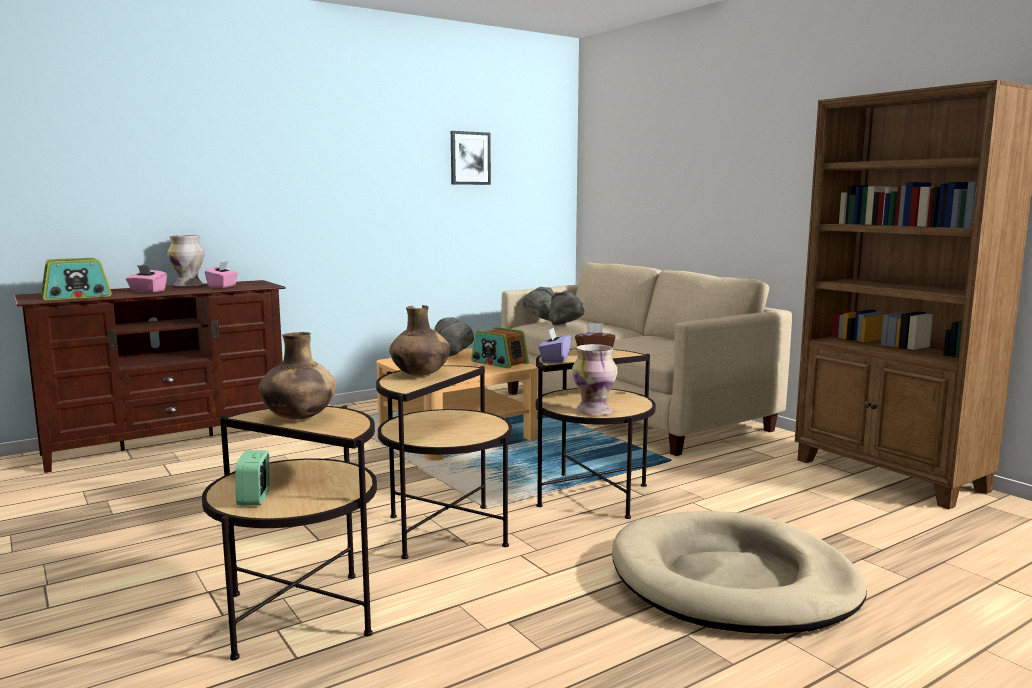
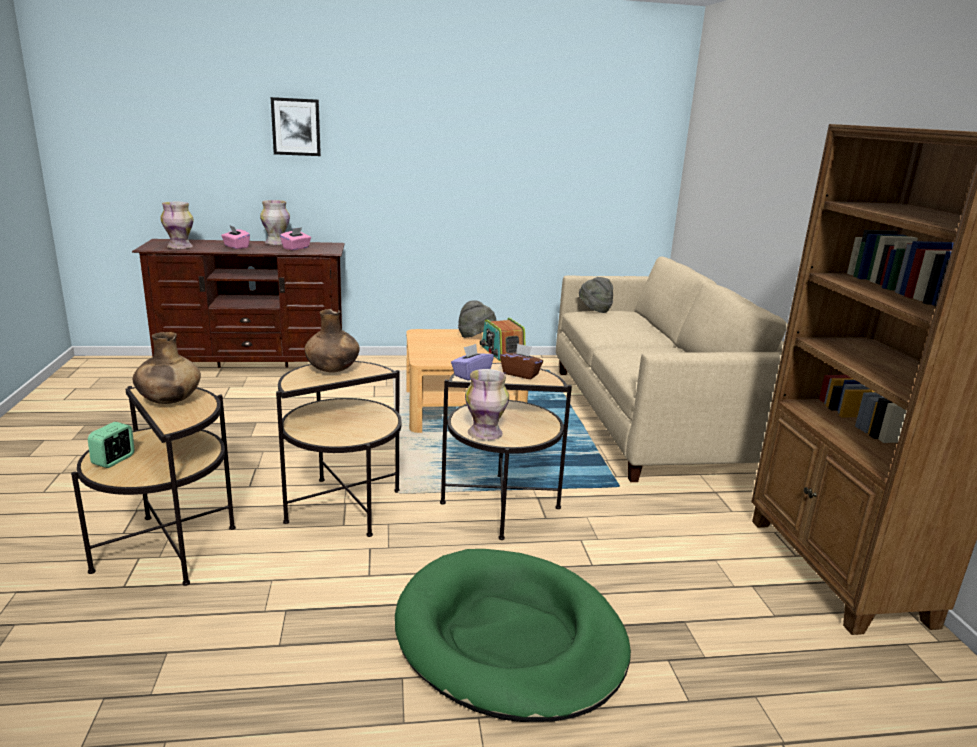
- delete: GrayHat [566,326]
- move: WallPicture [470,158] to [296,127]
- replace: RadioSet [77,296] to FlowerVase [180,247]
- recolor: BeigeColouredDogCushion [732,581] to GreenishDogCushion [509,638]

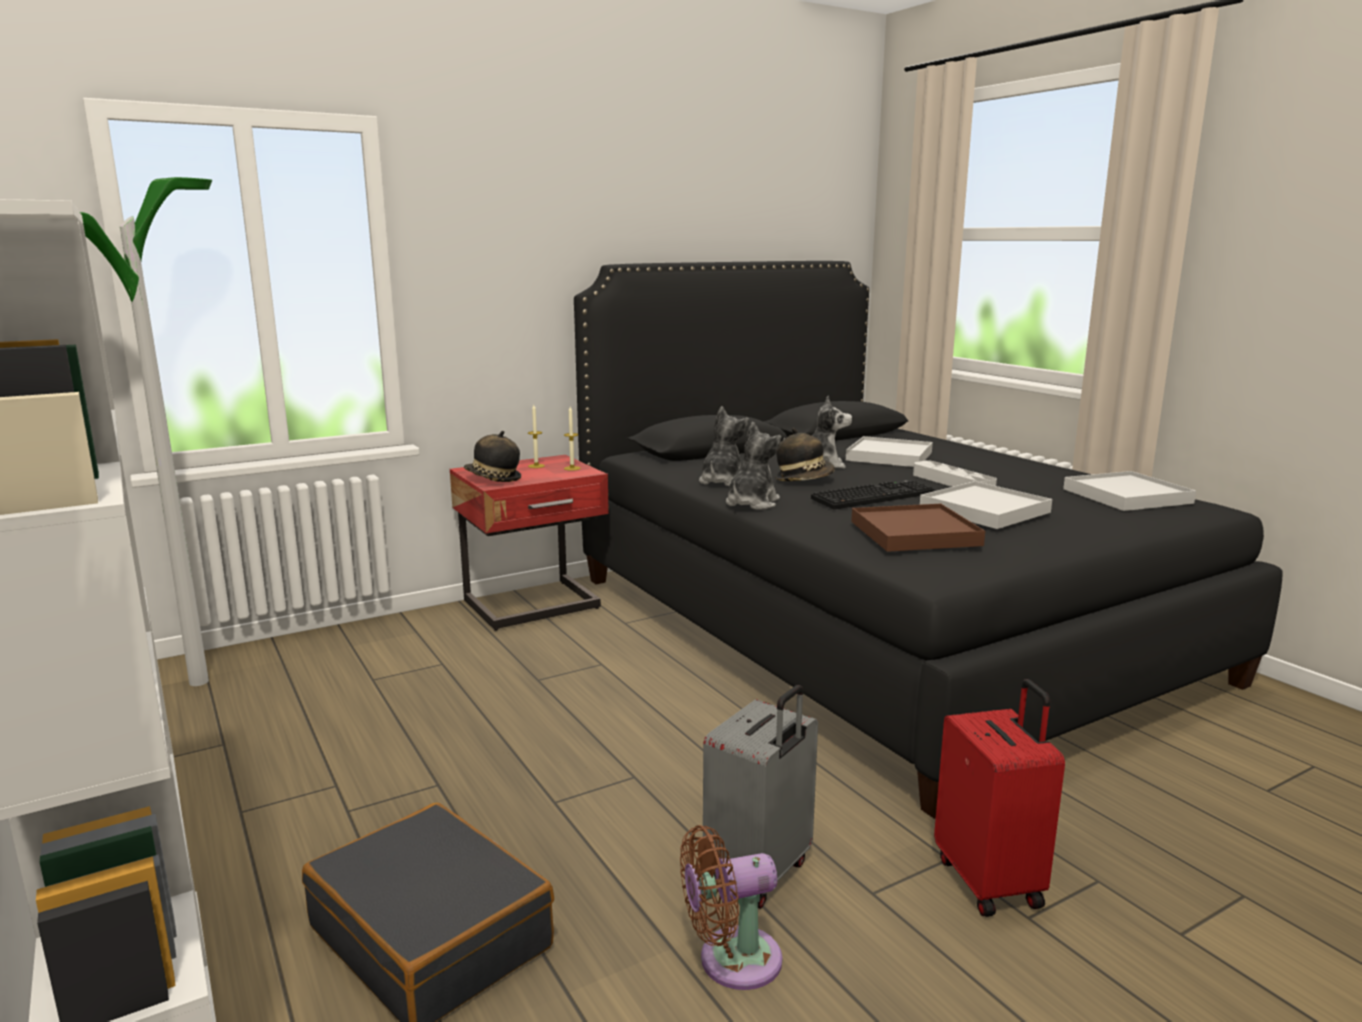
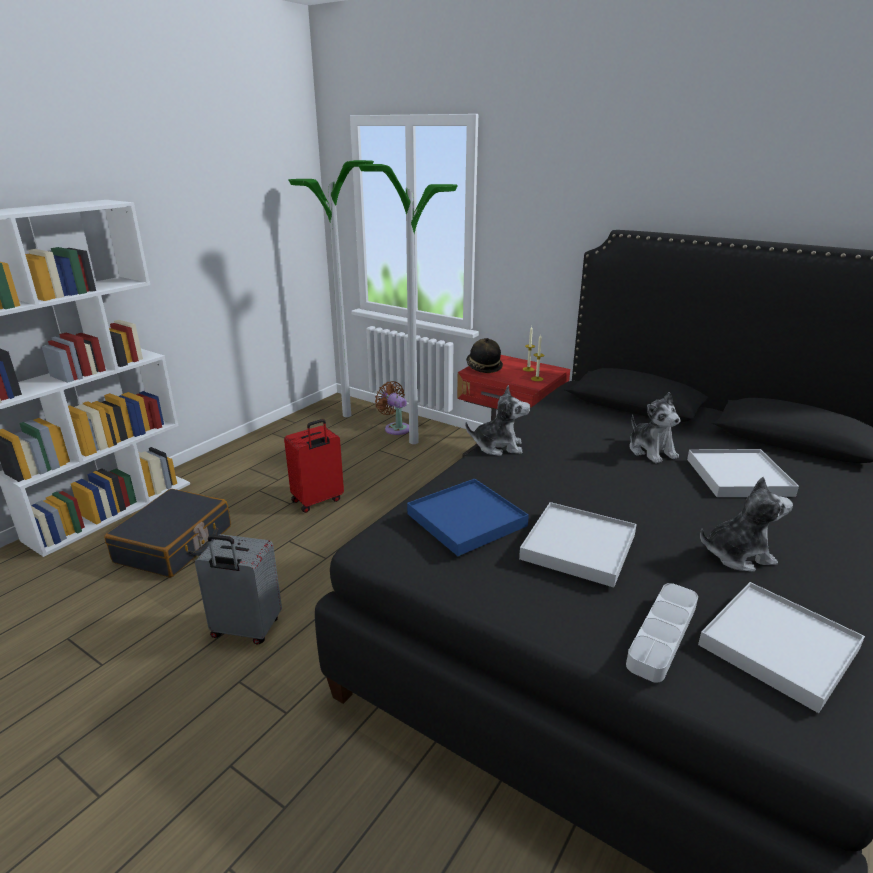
- delete: Hat [804,479]
- delete: PcKeyboard [872,496]
- insert: StandingLamp [413,442]
- move: BrownishFan [731,960] to [395,428]
- move: PlushToy [722,481] to [737,555]
- move: GrayServingTray [953,482] to [662,635]
- move: RedTravelCase [990,881] to [318,501]
- recolor: BrownishServingTray [915,533] to BlueServingTray [466,520]

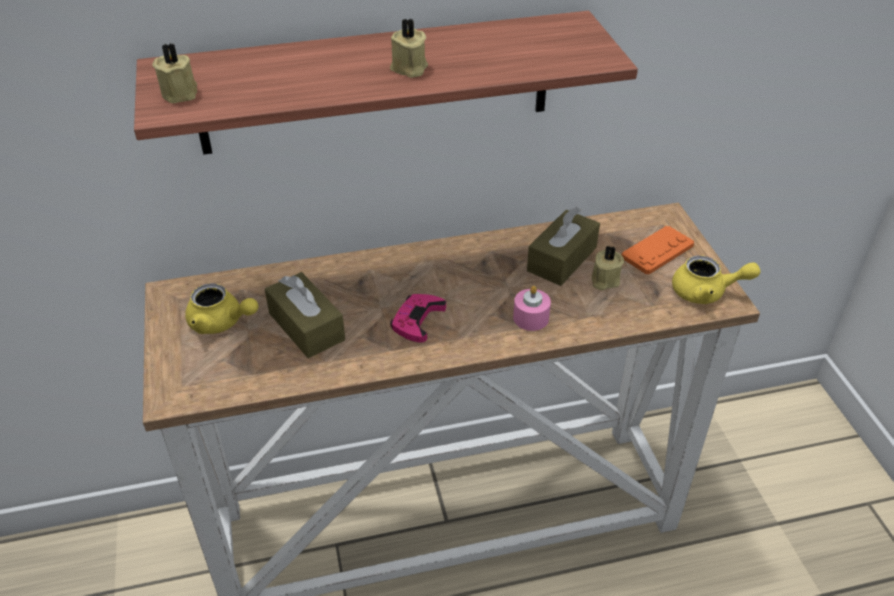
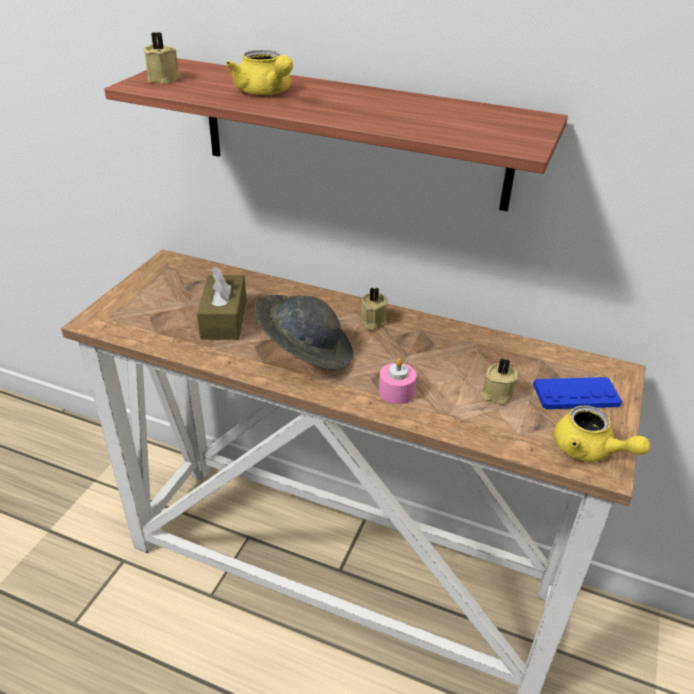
- delete: BrownishBoxOfTissues [562,259]
- move: YellowColouredTeapot [221,323] to [265,93]
- move: BeigeColouredWaxCandle [409,69] to [371,322]
- replace: PinkishGameController [417,320] to GrayHat [305,351]
- recolor: OrangeyGameController [657,251] to BlueGameController [576,395]

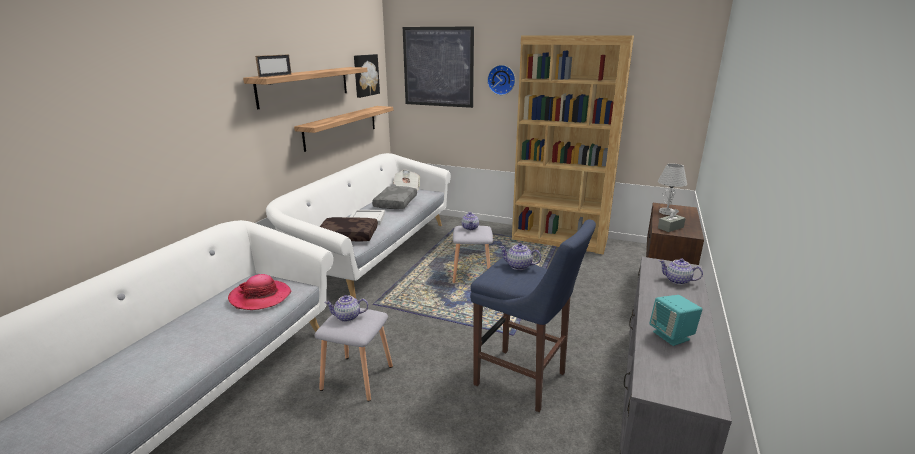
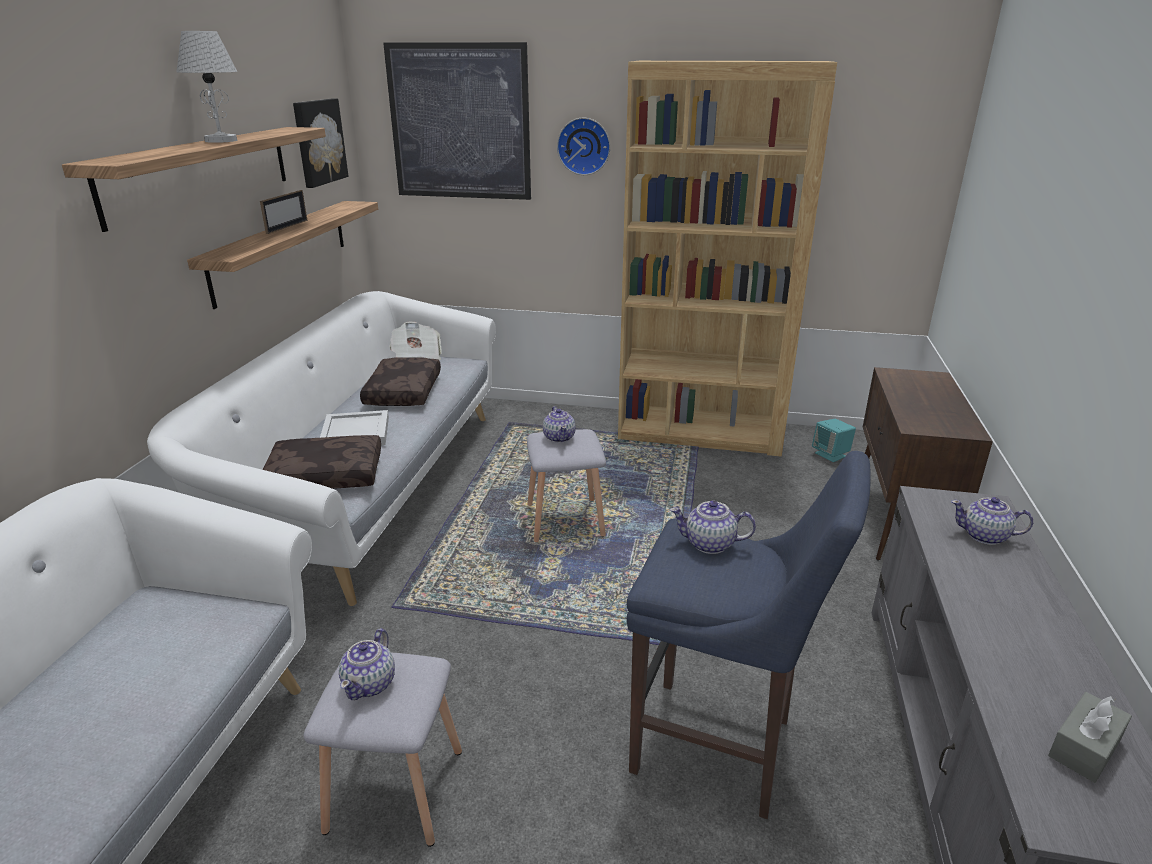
- delete: Hat [260,297]
- move: PhotoFrame [275,75] to [287,227]
- move: TurquoiseColouredSpeaker [672,336] to [831,455]
- move: WhiteColouredTableLamp [667,212] to [221,140]
- move: GrayBoxOfTissues [670,227] to [1084,747]
- recolor: GrayThrowPillow [395,203] to BrownishThrowPillow [402,392]
- rotate: Teapot [348,317] = [370,683] 60 degrees counterclockwise

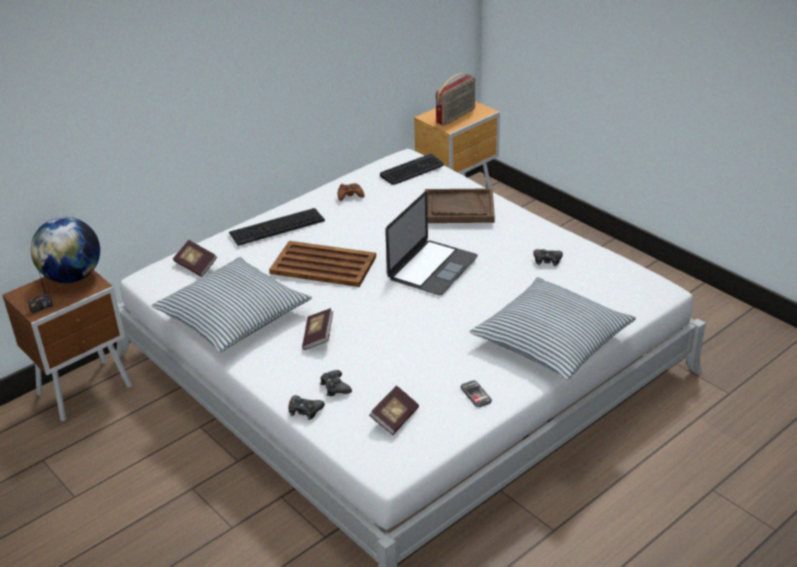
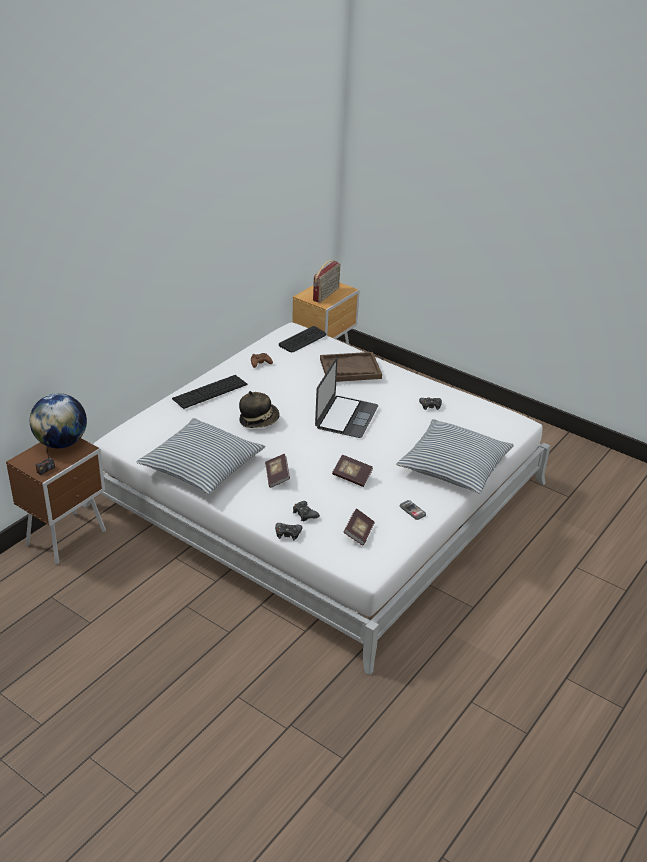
- move: BoundBook [196,266] to [352,477]
- replace: BrownishServingTray [322,265] to Hat [259,420]

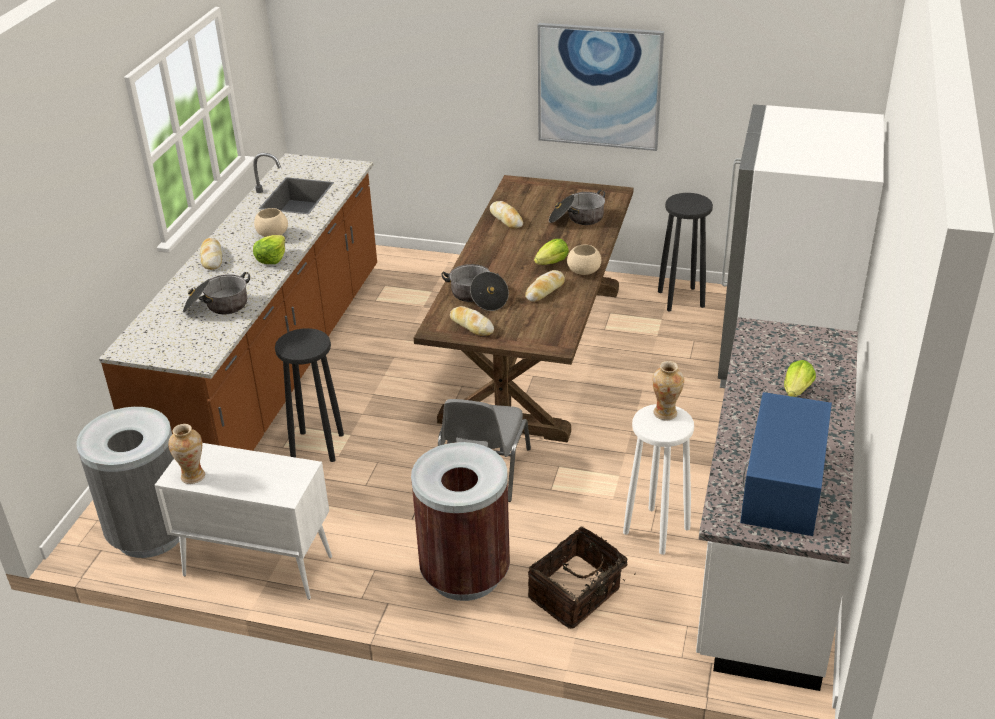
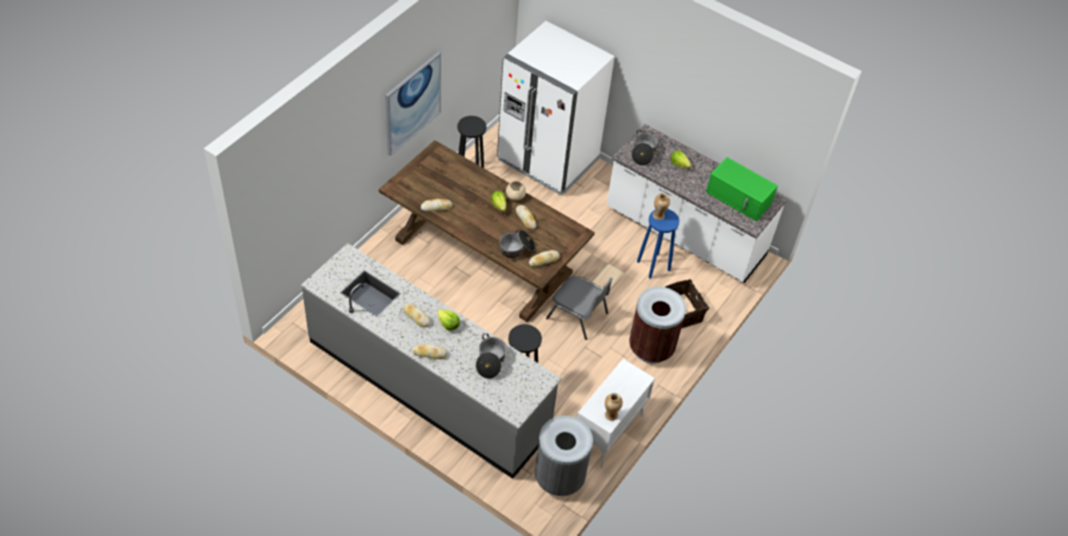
- move: Saucepot [577,218] to [643,153]
- replace: BeigeColouredDeepDish [272,234] to Bread [417,317]
- recolor: BrownishKitchenBaseUnit [273,368] to GrayKitchenBaseUnit [428,386]
- recolor: WhiteColouredSittingStool [656,531] to BlueSittingStool [653,266]
- recolor: BlueMicrowaveOven [783,486] to GreenishMicrowaveOven [739,198]

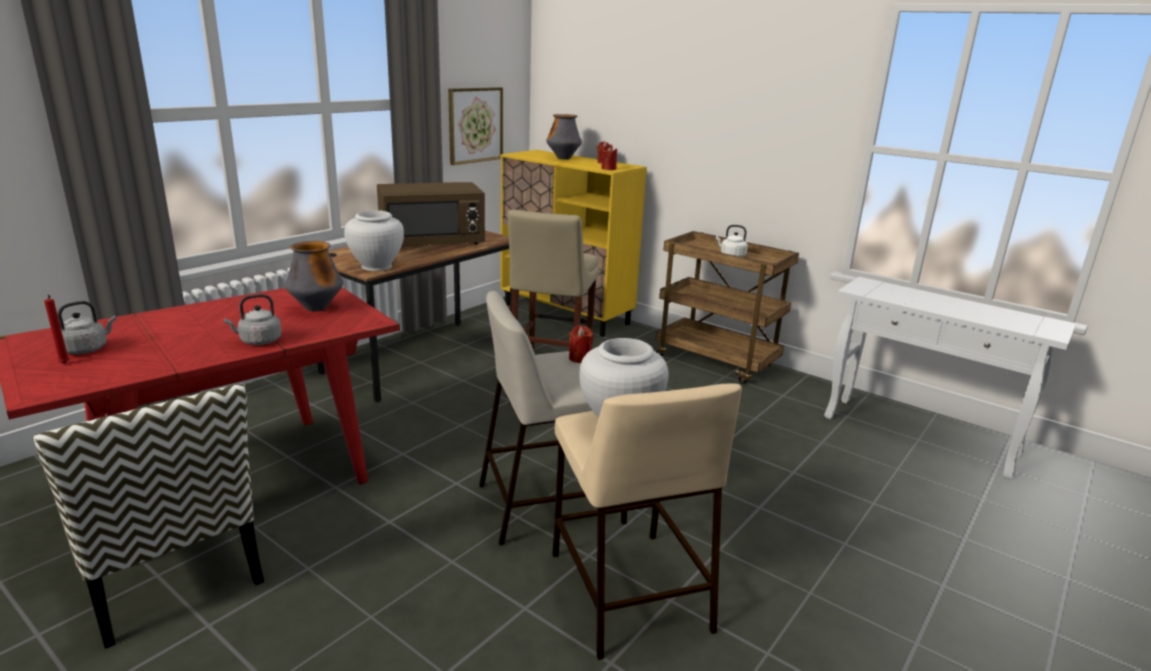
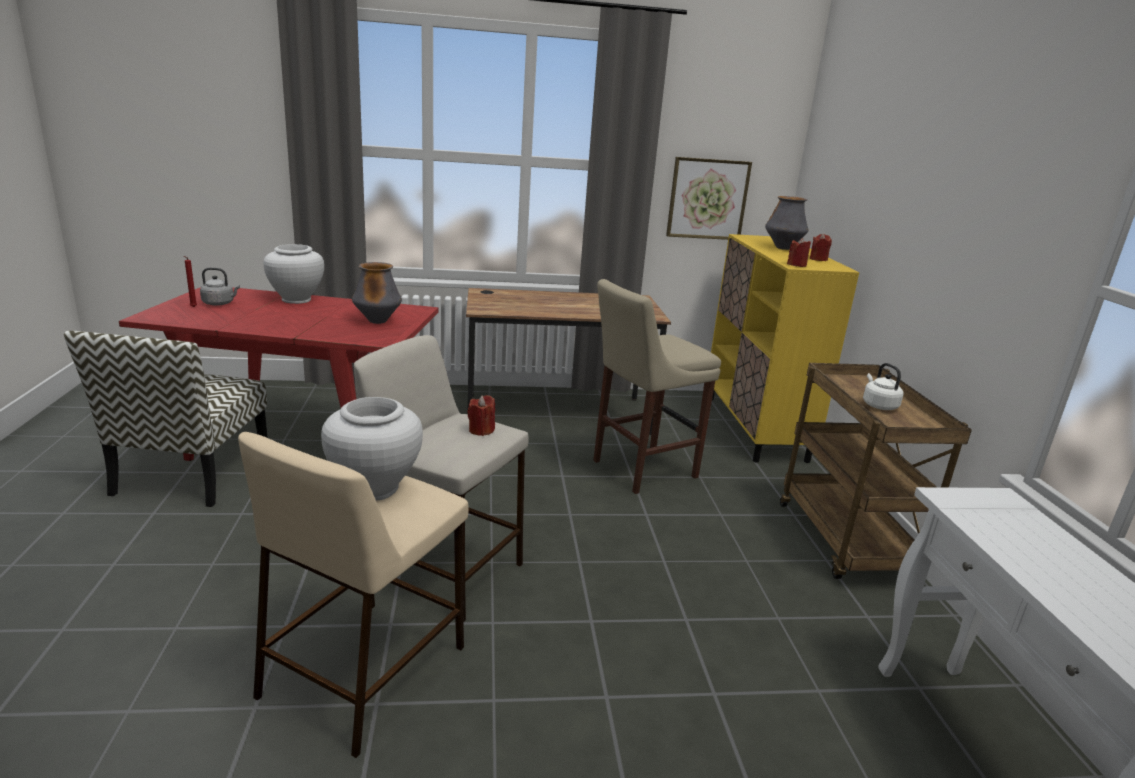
- delete: GrayKettle [258,341]
- delete: BrownishMicrowaveOven [432,243]
- move: WhiteColouredFlowerVase [376,267] to [296,299]

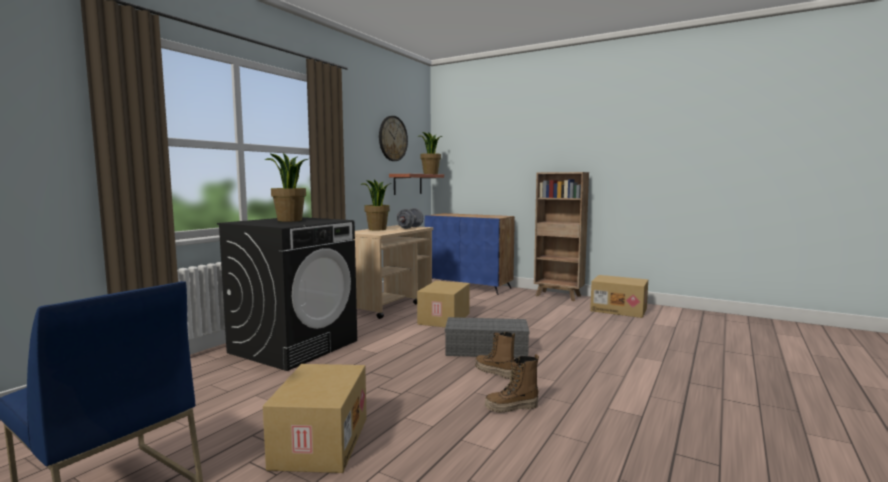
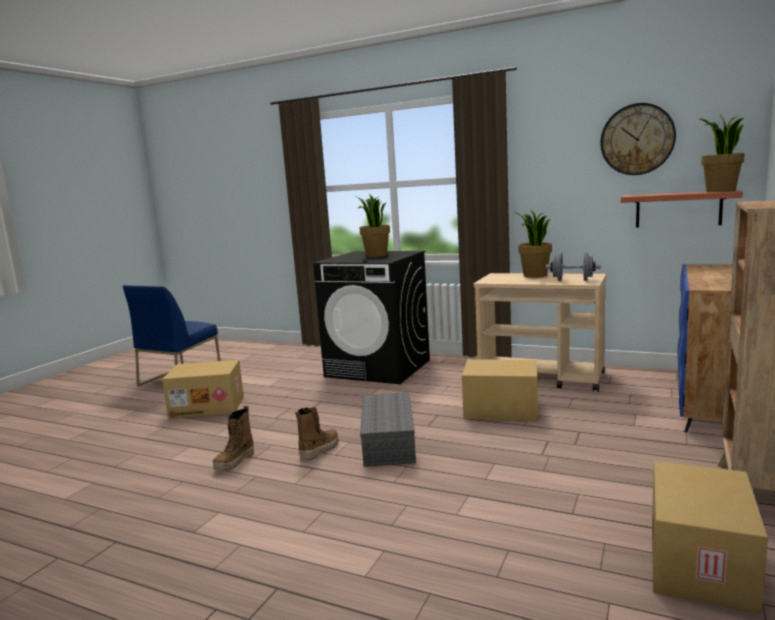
- rotate: HighTopBoot [511,408] = [235,462] 135 degrees counterclockwise

